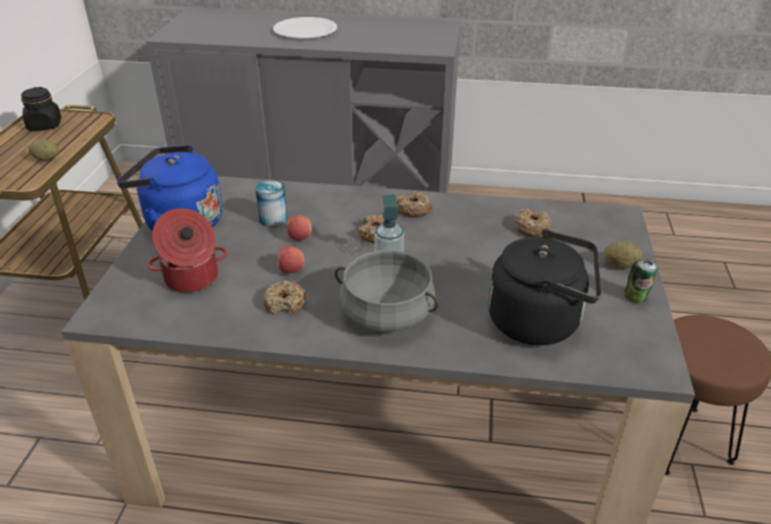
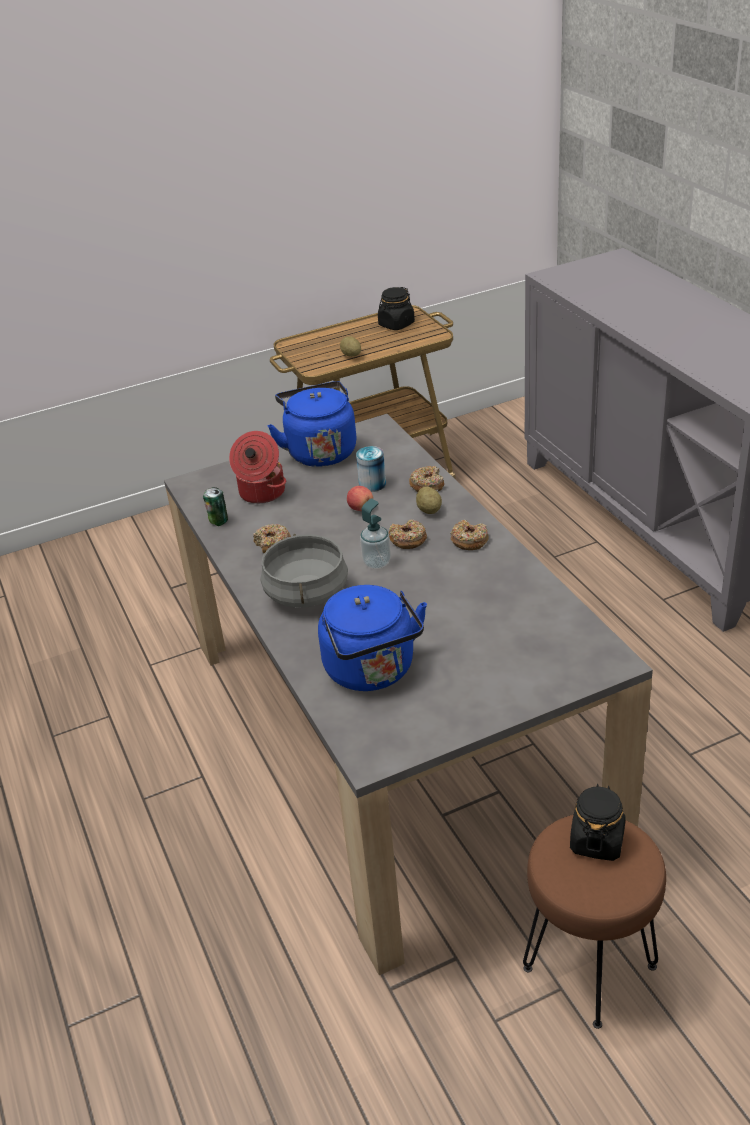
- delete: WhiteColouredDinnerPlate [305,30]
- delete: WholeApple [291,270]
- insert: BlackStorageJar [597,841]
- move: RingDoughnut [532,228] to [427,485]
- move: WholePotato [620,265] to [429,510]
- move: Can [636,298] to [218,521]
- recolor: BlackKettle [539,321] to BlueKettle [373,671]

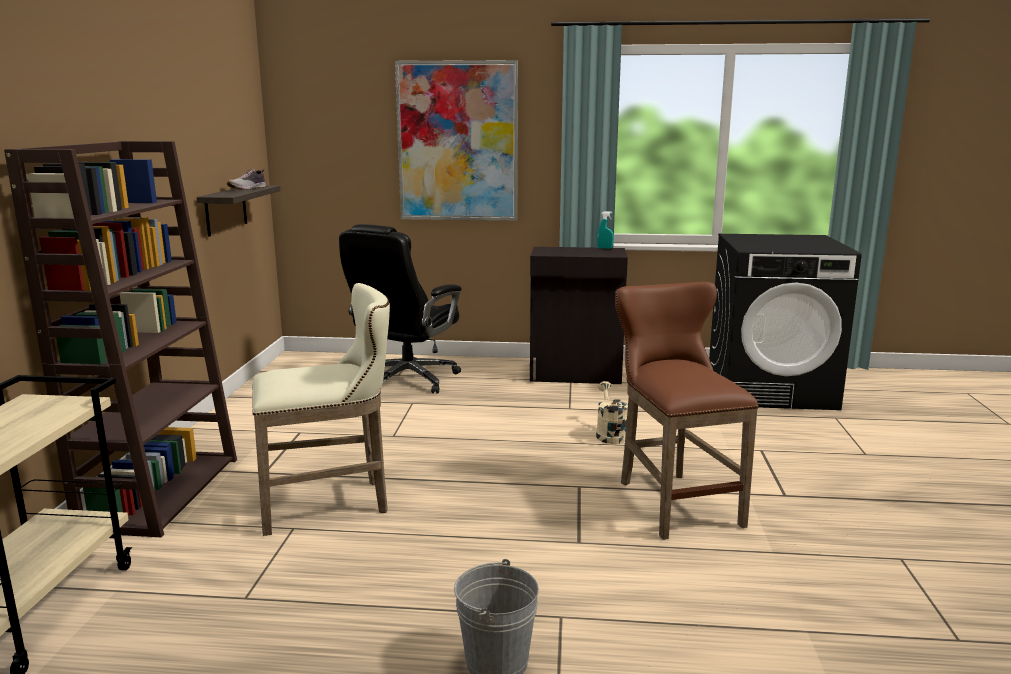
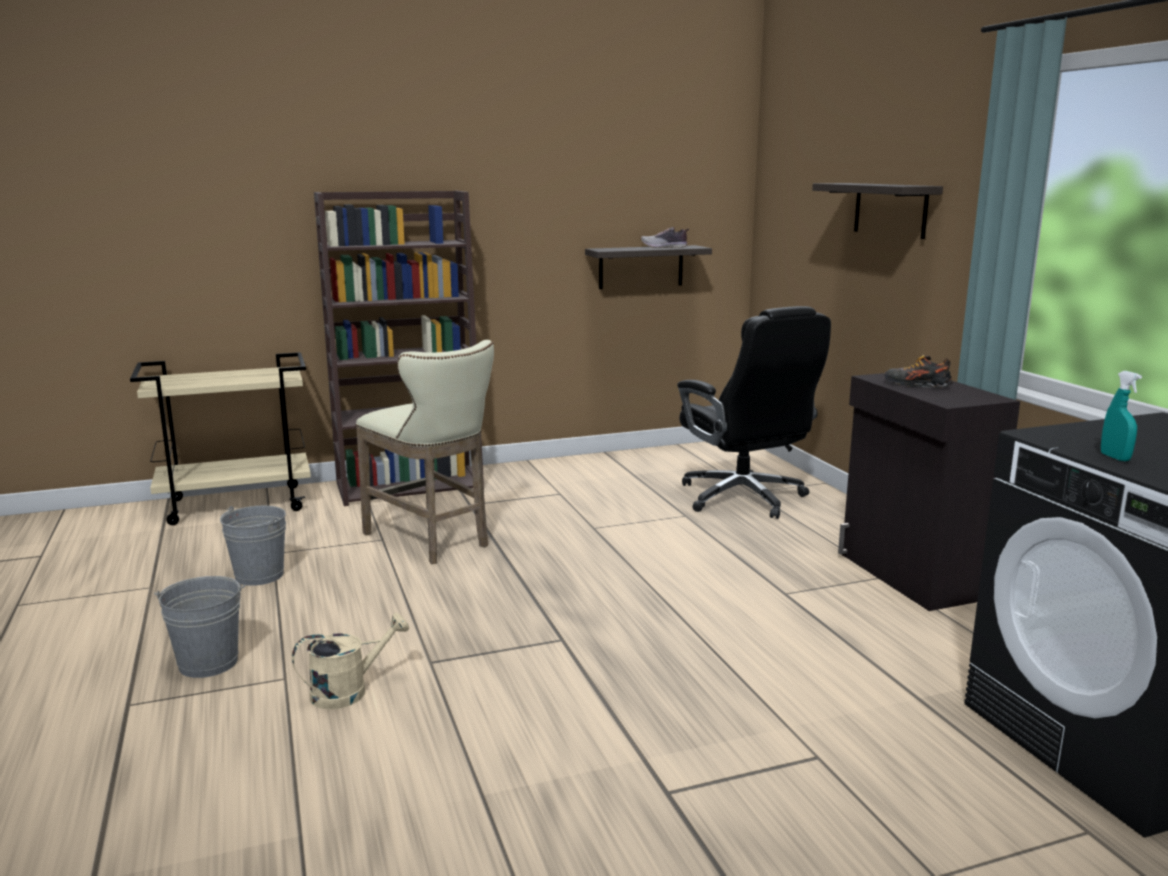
- delete: BrownishSittingStool [673,500]
- insert: GrayBucket [259,575]
- insert: ItemOfFootwear [916,385]
- move: BeigeColouredSprinklingCan [610,434] to [349,691]
- move: TurquoiseColouredSprayer [605,248] to [1115,457]
- replace: WallPicture [457,142] to Shelf [890,209]
- rotate: BlackDeskChair [406,380] = [744,498] 120 degrees counterclockwise

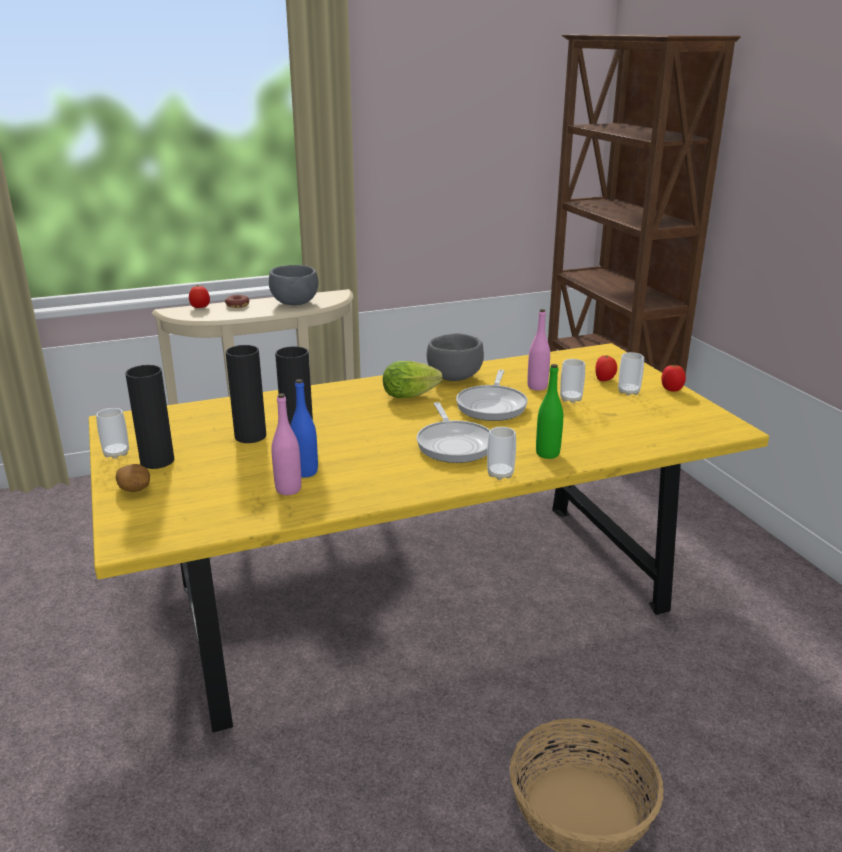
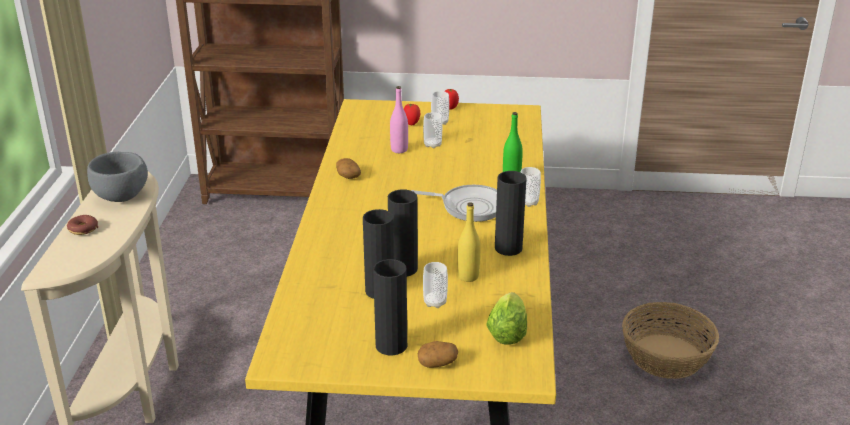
- delete: Tomato [200,307]
- delete: PinkishBottle [288,489]
- delete: Pan [492,405]
- insert: BlackFlowerVase [508,248]
- move: SmallCup [116,453] to [435,302]
- move: Lettuce [413,395] to [507,331]
- replace: GrayDeepDish [454,378] to WholePotato [348,176]
- recolor: BlueBottle [305,472] to YellowColouredBottle [468,276]

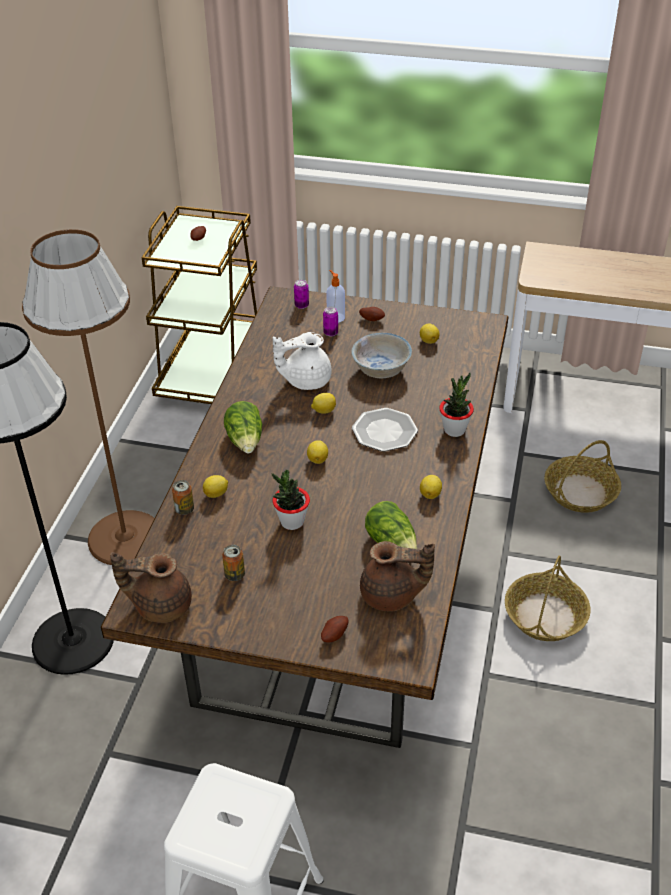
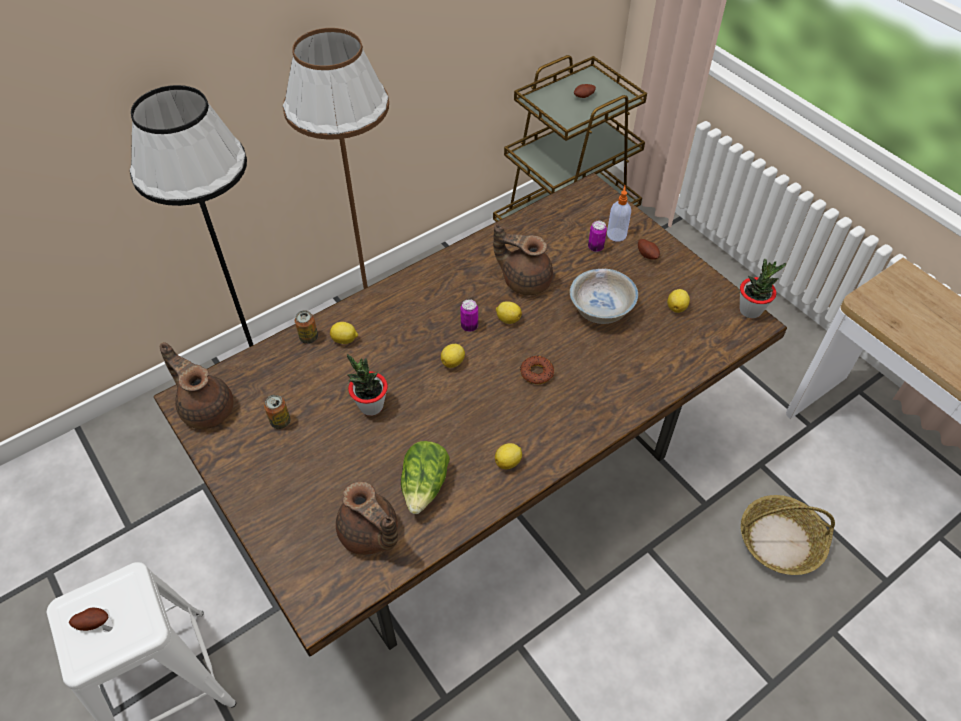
- delete: Lettuce [246,440]
- delete: HouseholdBasket [545,615]
- move: Can [301,305] to [469,326]
- move: WholePotato [334,634] to [93,622]
- move: Houseplant [454,430] to [750,310]
- replace: DinnerPlate [384,431] to RingDoughnut [537,372]
- recolor: WhiteColouredTeapot [305,380] to BrownishTeapot [525,280]

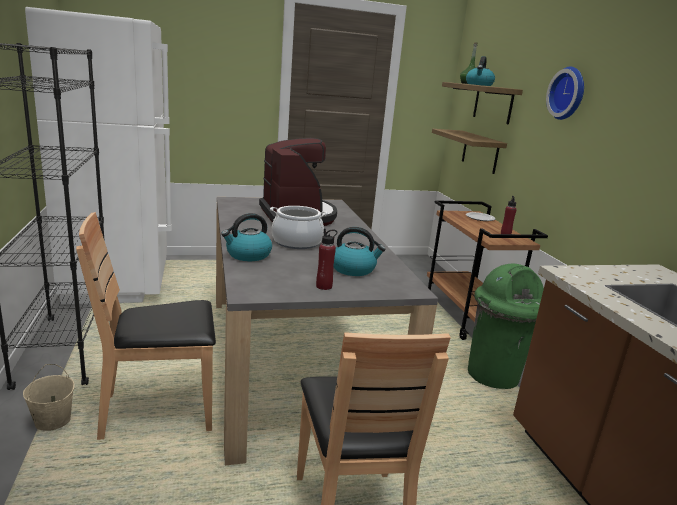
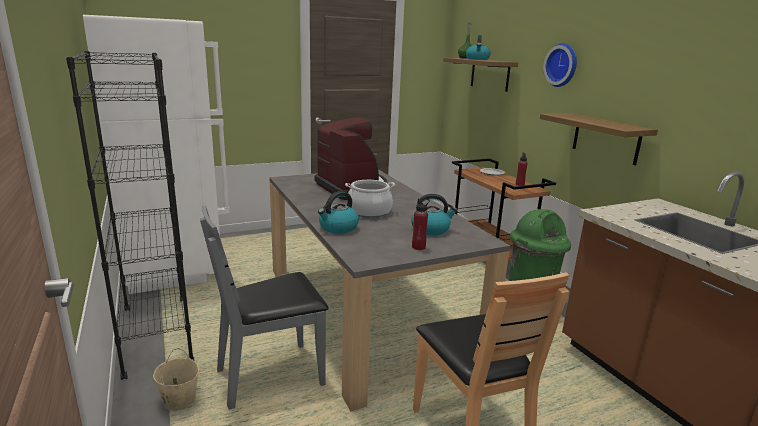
- move: Shelf [480,152] to [606,138]
- recolor: BrownishChair [159,410] to GrayChair [271,375]

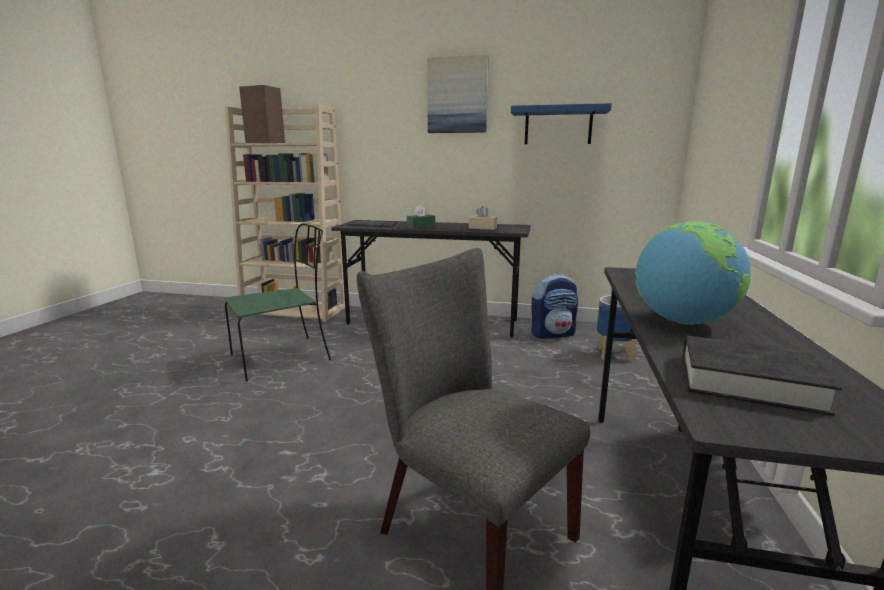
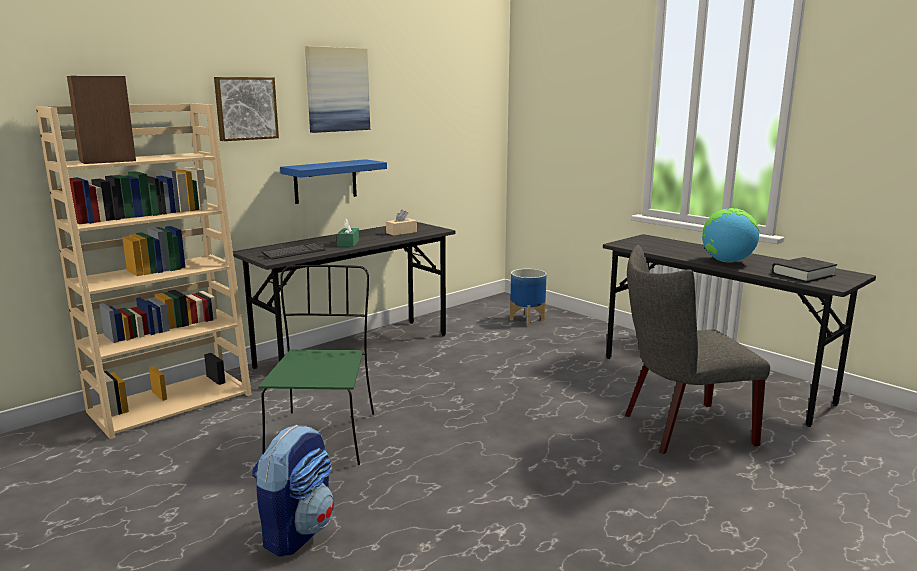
- insert: WallPicture [245,108]
- move: BlueShelf [558,126] to [325,181]
- move: Knapsack [553,334] to [297,531]

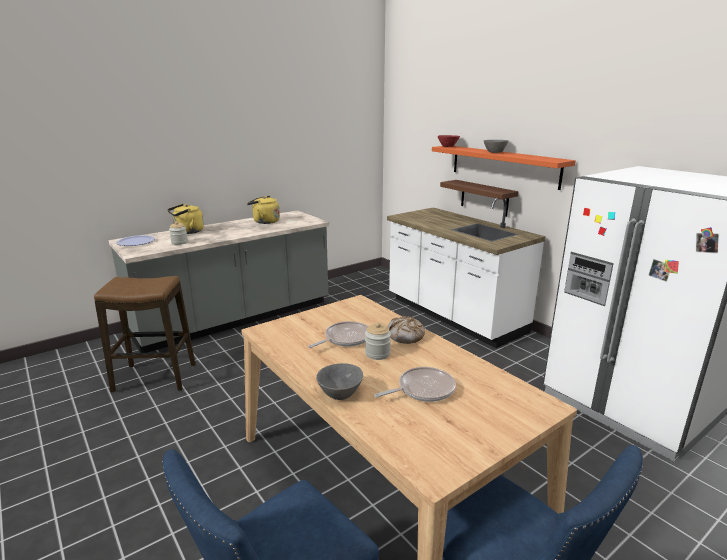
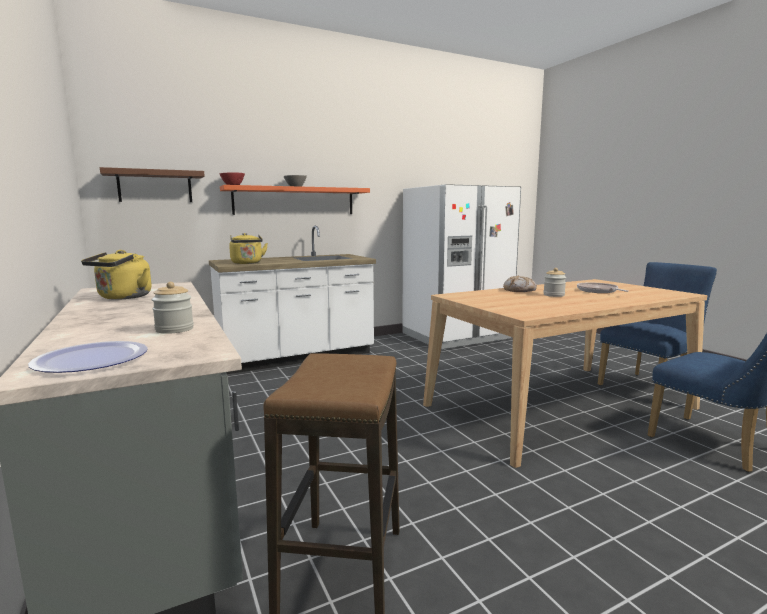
- delete: Pan [345,339]
- delete: GrayDeepDish [339,393]
- move: YellowColouredKettle [187,232] to [247,263]
- move: BrownishShelf [484,198] to [155,186]

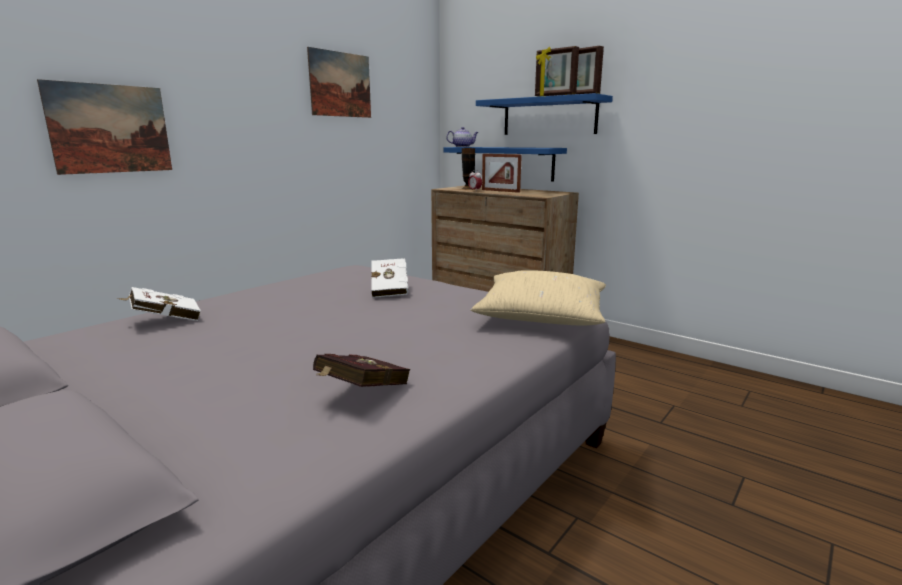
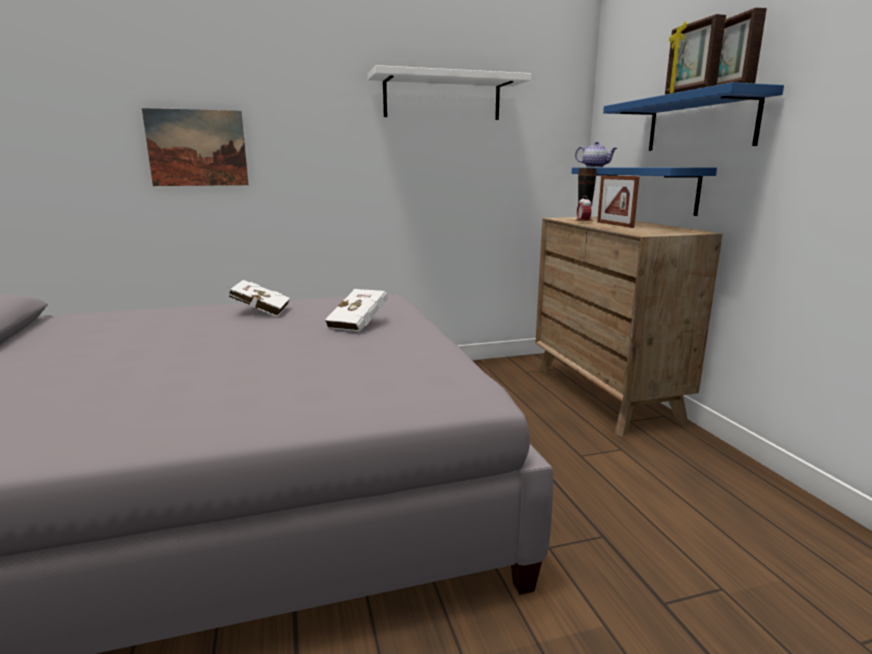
- delete: RedBoundBook [361,393]
- delete: BeigeColouredThrowPillow [541,316]
- move: WhiteColouredBoundBook [163,320] to [259,312]
- replace: WallPicture [340,84] to WhiteColouredShelf [442,97]

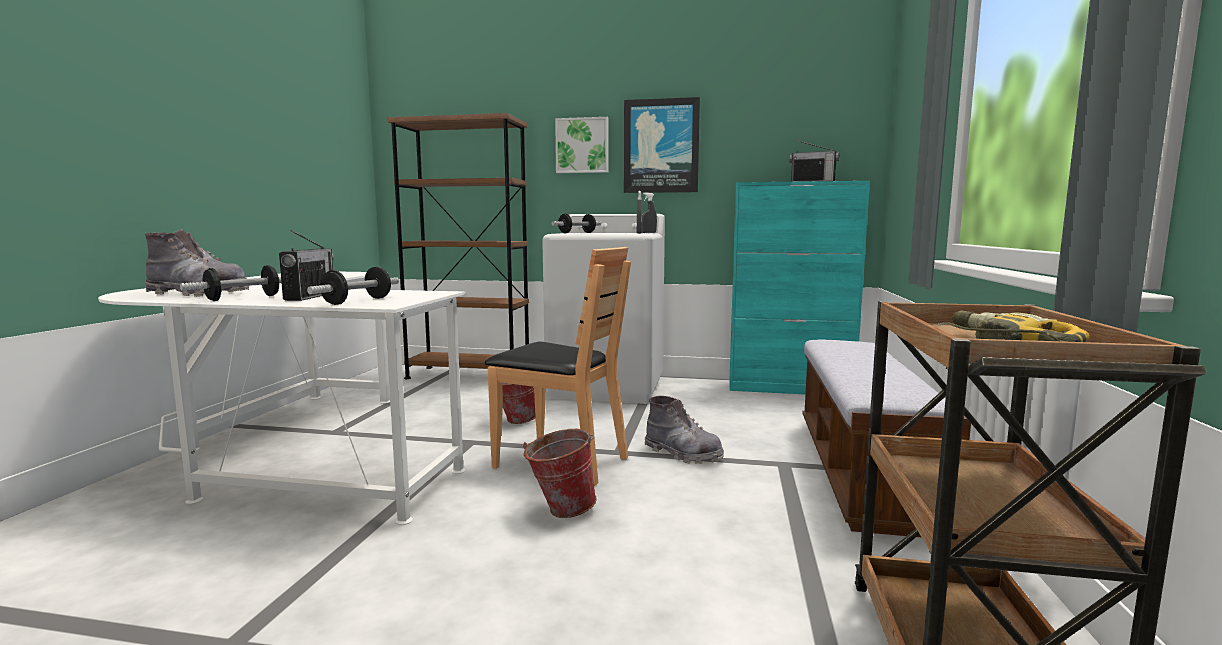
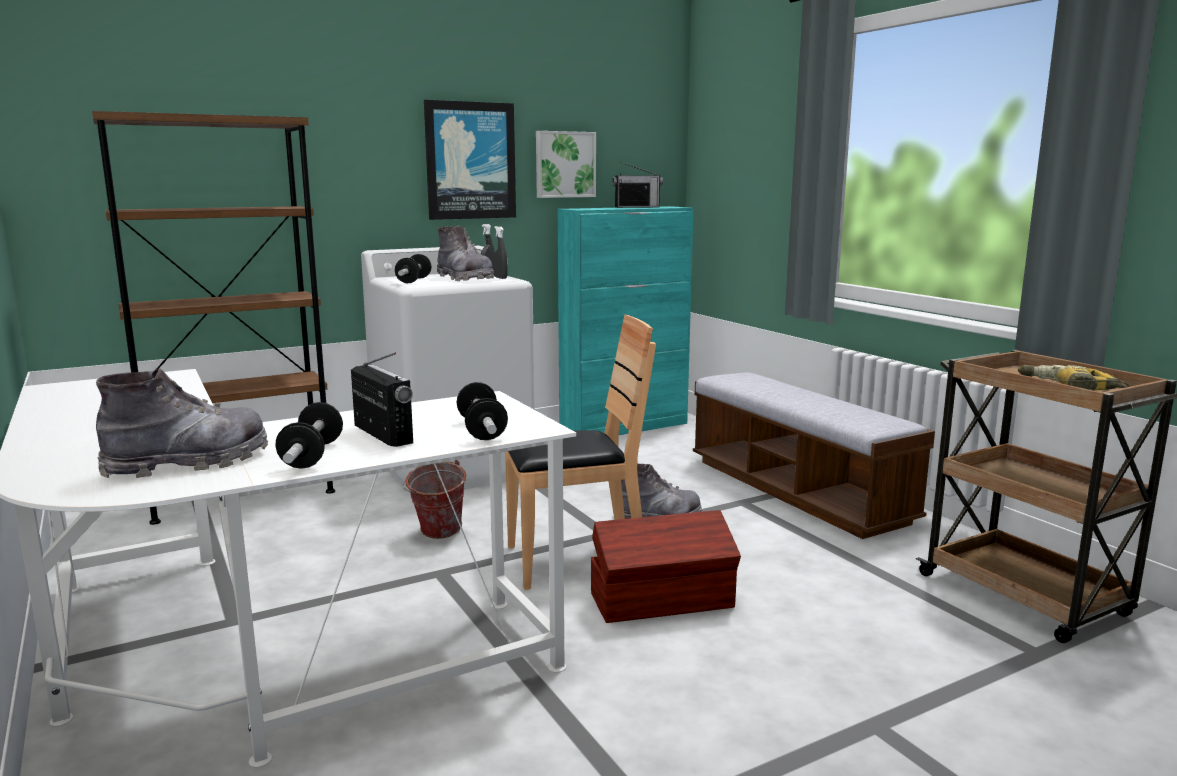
- insert: GrayHighTopBoot [464,278]
- move: WallPicture [582,146] to [564,164]
- replace: Bucket [560,510] to BrownishStorageBin [663,601]

